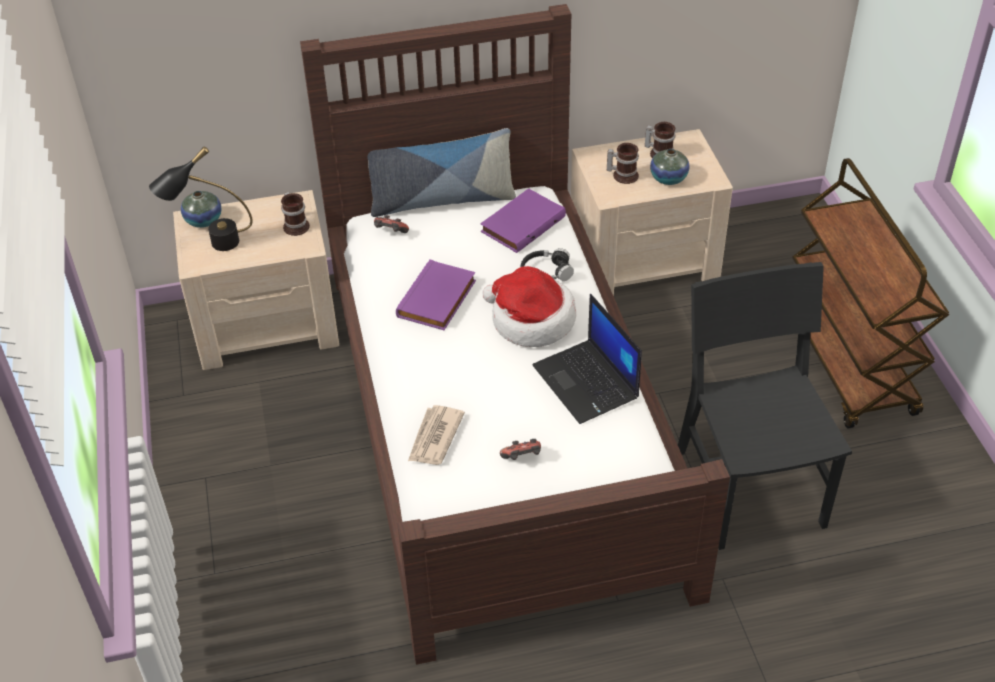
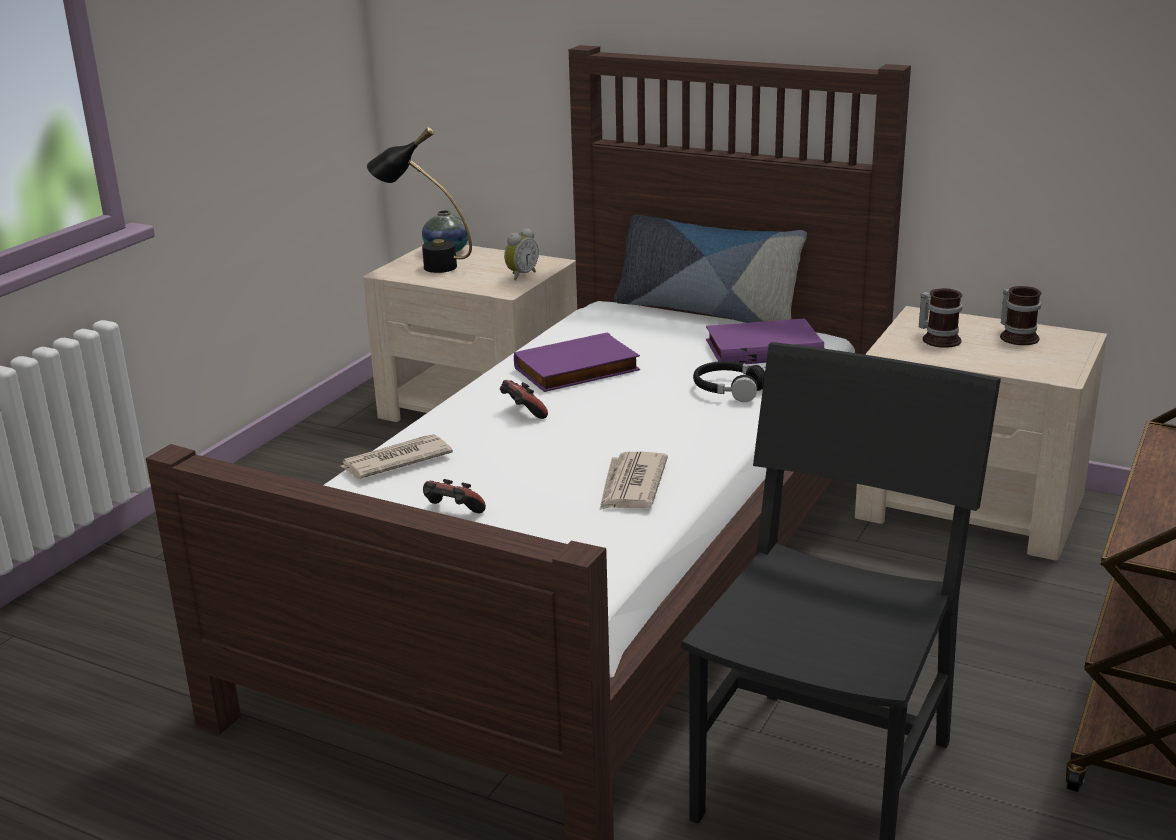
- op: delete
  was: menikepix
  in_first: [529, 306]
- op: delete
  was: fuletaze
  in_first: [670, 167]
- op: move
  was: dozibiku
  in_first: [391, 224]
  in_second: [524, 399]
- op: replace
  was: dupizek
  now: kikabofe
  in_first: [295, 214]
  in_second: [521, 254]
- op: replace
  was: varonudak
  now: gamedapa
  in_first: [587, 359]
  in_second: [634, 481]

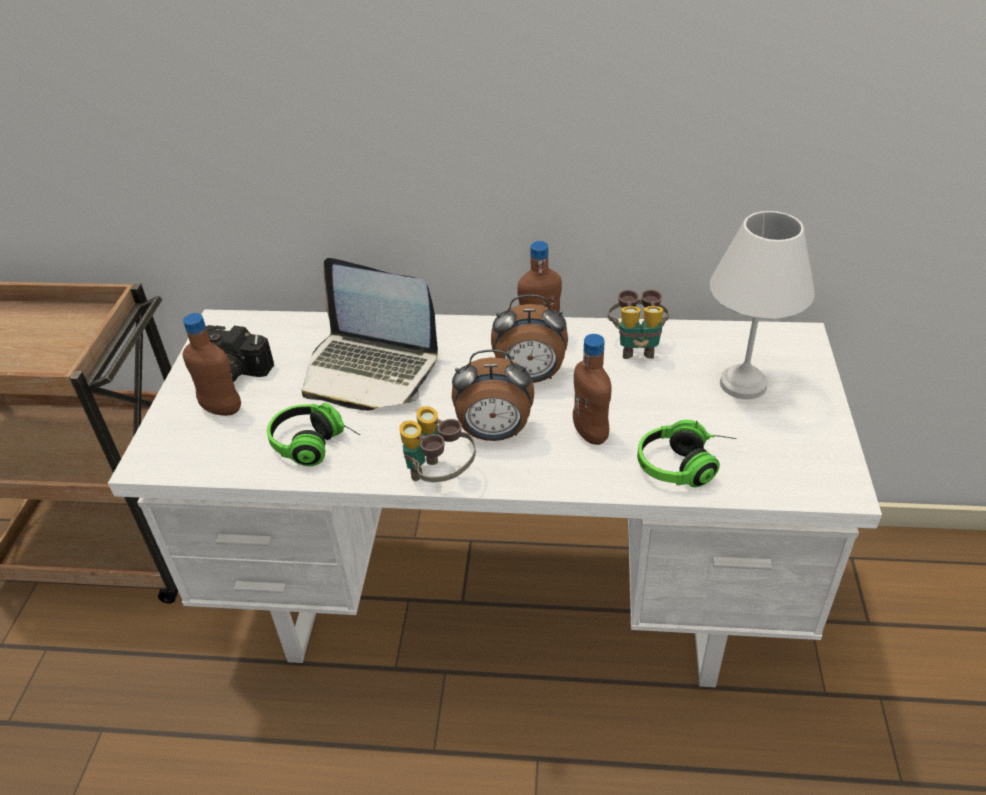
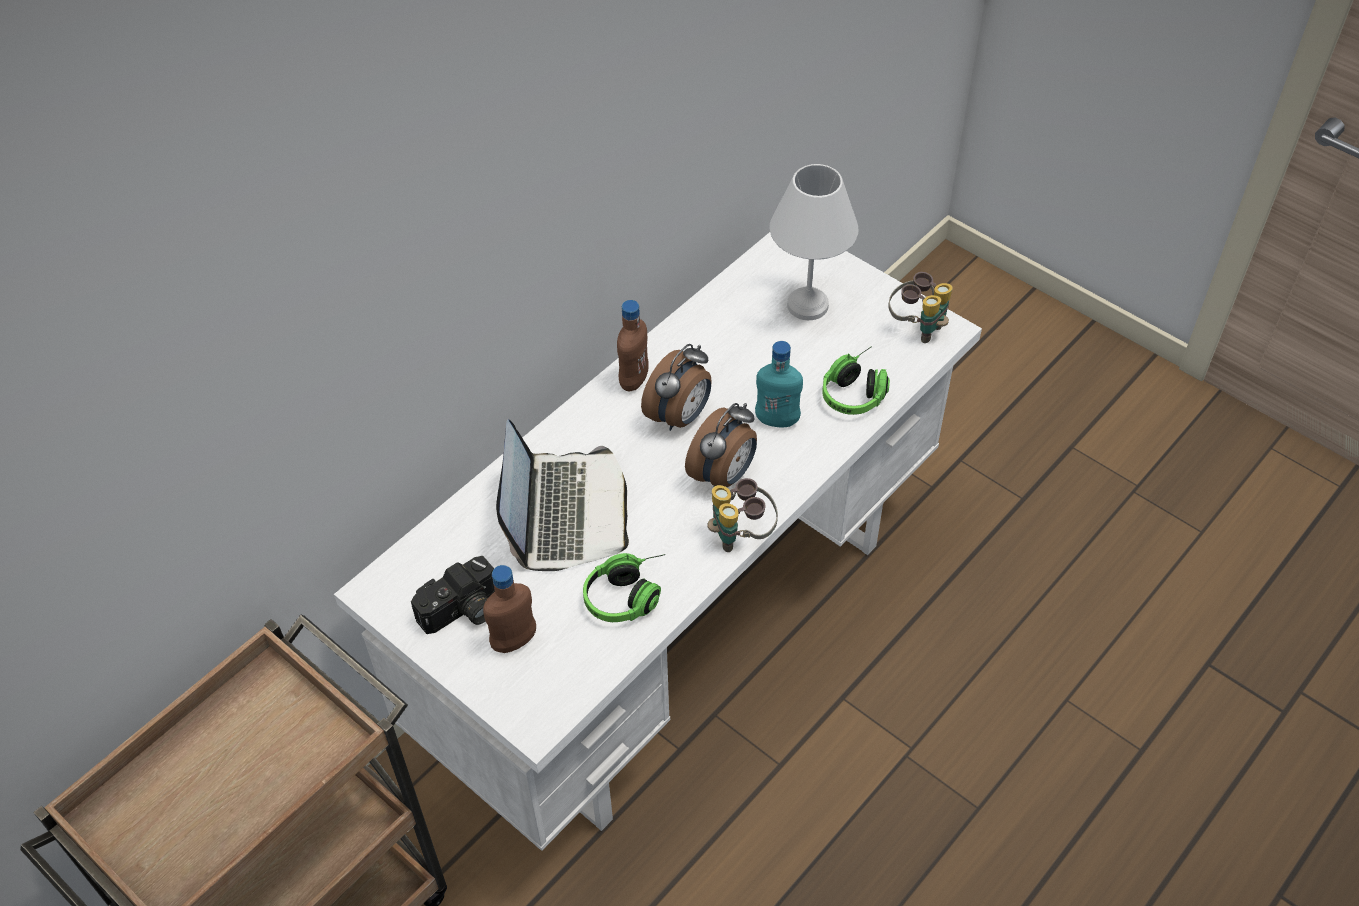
- op: move
  was: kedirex
  in_first: [638, 324]
  in_second: [920, 307]
- op: recolor
  was: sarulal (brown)
  now: sarulal (turquoise)
  in_first: [592, 389]
  in_second: [779, 384]
- op: rotate
  was: varonudak
  in_first: [369, 334]
  in_second: [562, 495]
  clockwise: -60

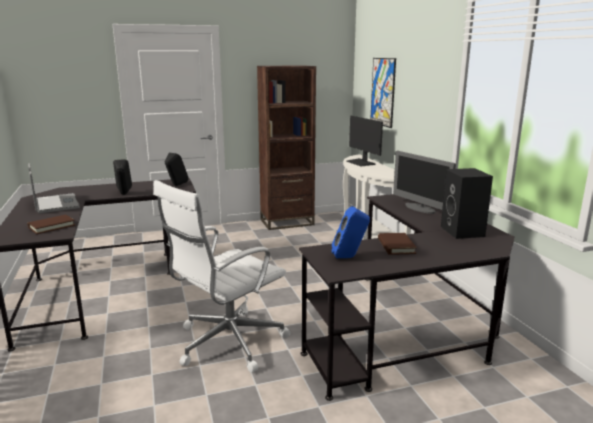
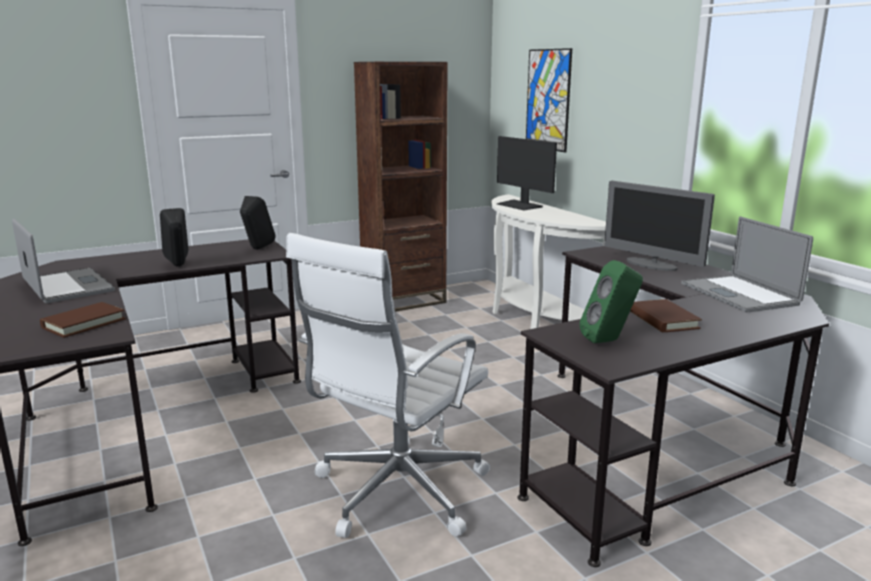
- op: replace
  was: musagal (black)
  now: varonudak
  in_first: [467, 203]
  in_second: [747, 264]
- op: recolor
  was: musagal (blue)
  now: musagal (green)
  in_first: [351, 232]
  in_second: [611, 301]

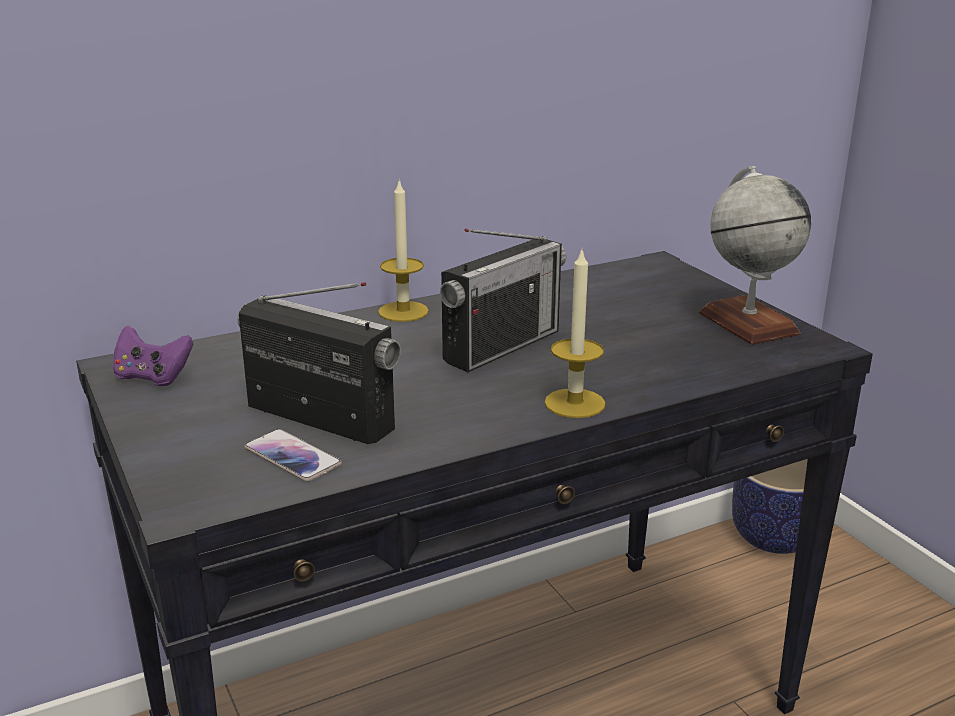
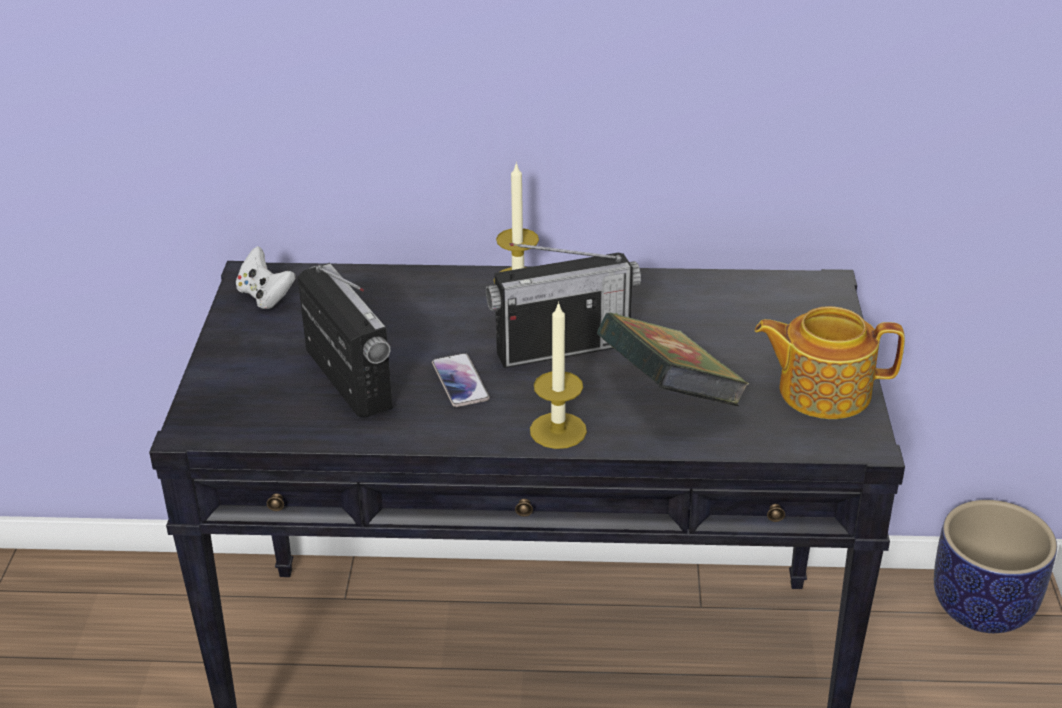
- op: insert
  now: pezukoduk
  in_second: [673, 359]
- op: move
  was: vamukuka
  in_first: [293, 455]
  in_second: [461, 380]
- op: replace
  was: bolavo
  now: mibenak
  in_first: [755, 255]
  in_second: [830, 362]
- op: recolor
  was: dozibiku (purple)
  now: dozibiku (white)
  in_first: [153, 355]
  in_second: [266, 277]

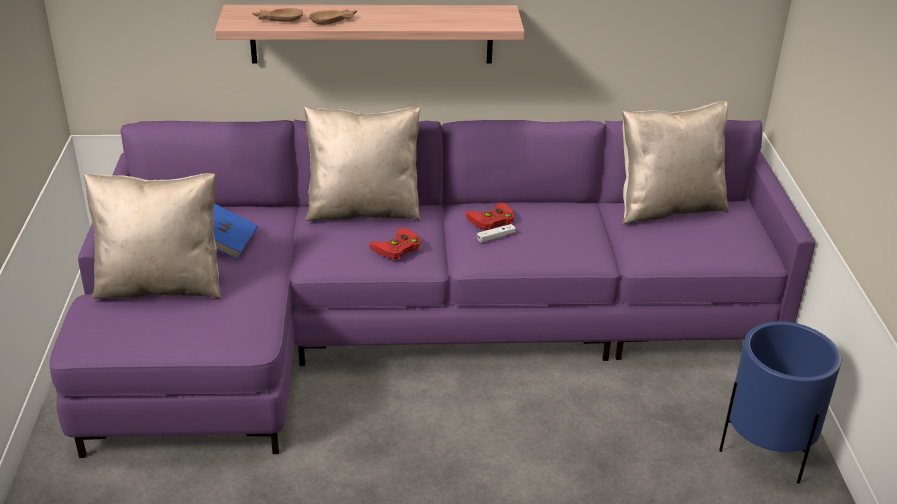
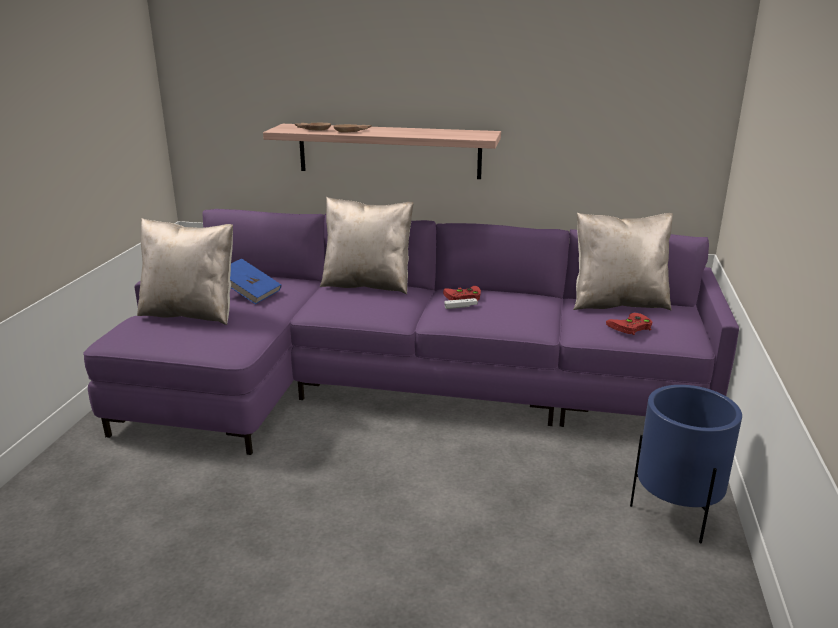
- op: move
  was: dozibiku (red)
  in_first: [395, 244]
  in_second: [629, 324]

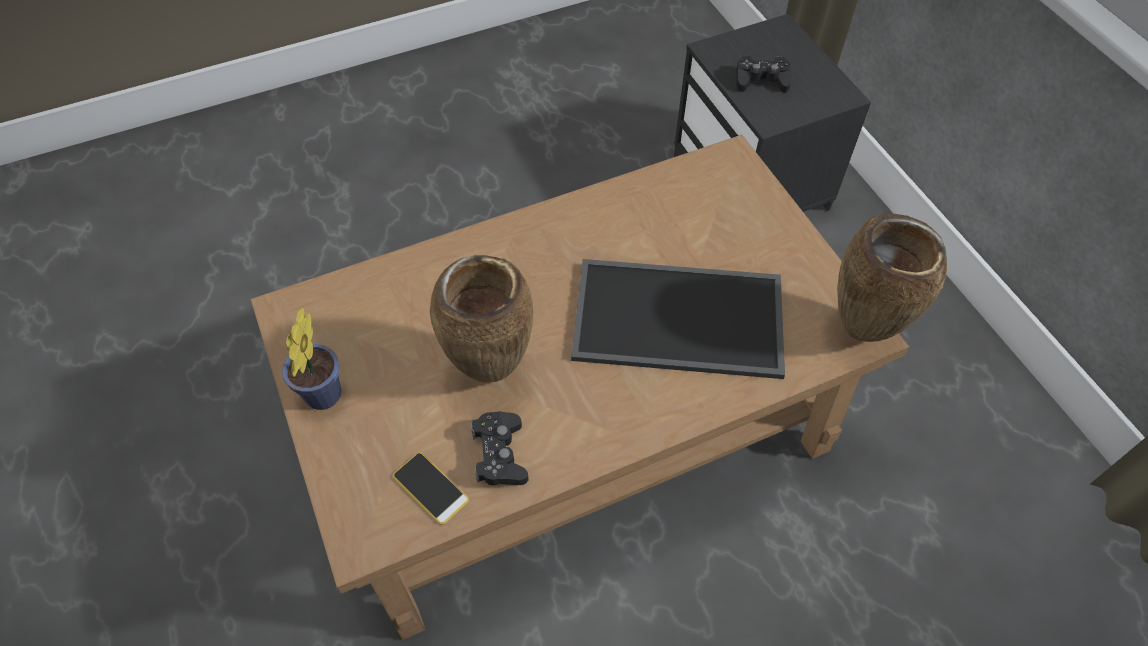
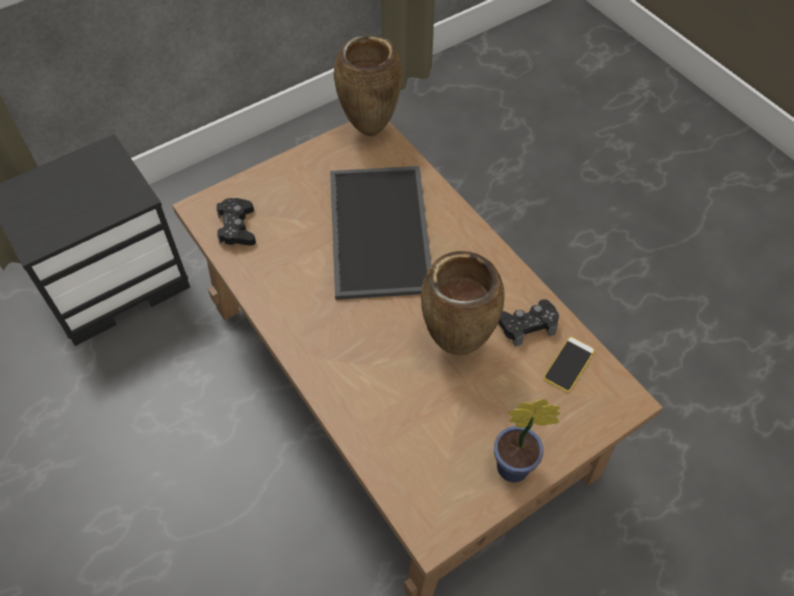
- op: move
  was: dozibiku (black)
  in_first: [764, 74]
  in_second: [236, 222]

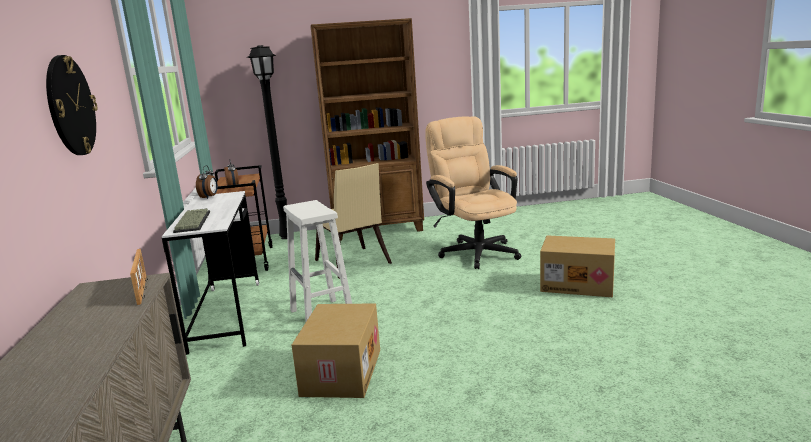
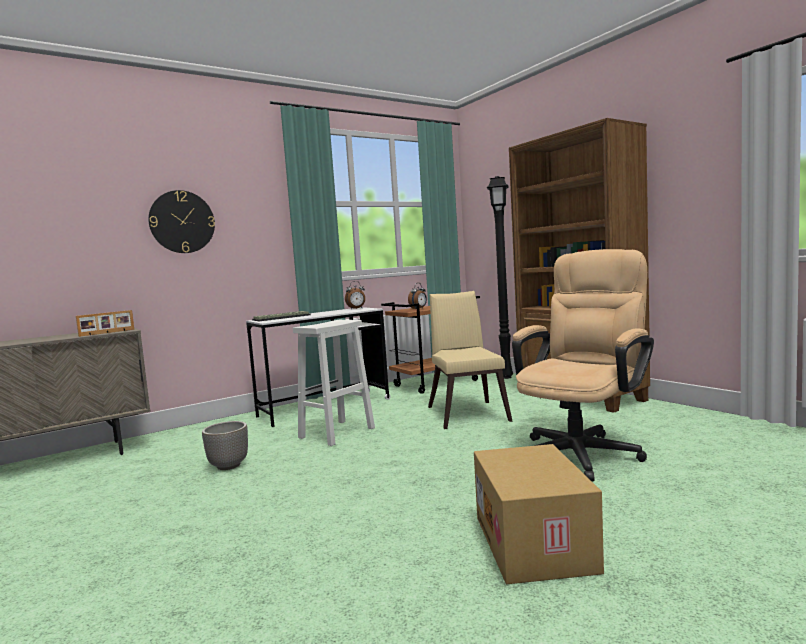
- op: replace
  was: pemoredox
  now: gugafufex
  in_first: [336, 351]
  in_second: [225, 445]
- op: rotate
  was: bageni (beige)
  in_first: [353, 221]
  in_second: [470, 360]
  clockwise: 135

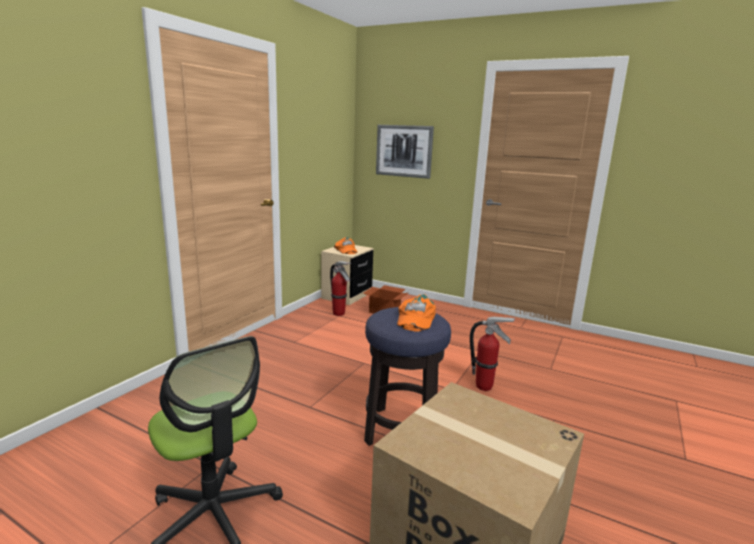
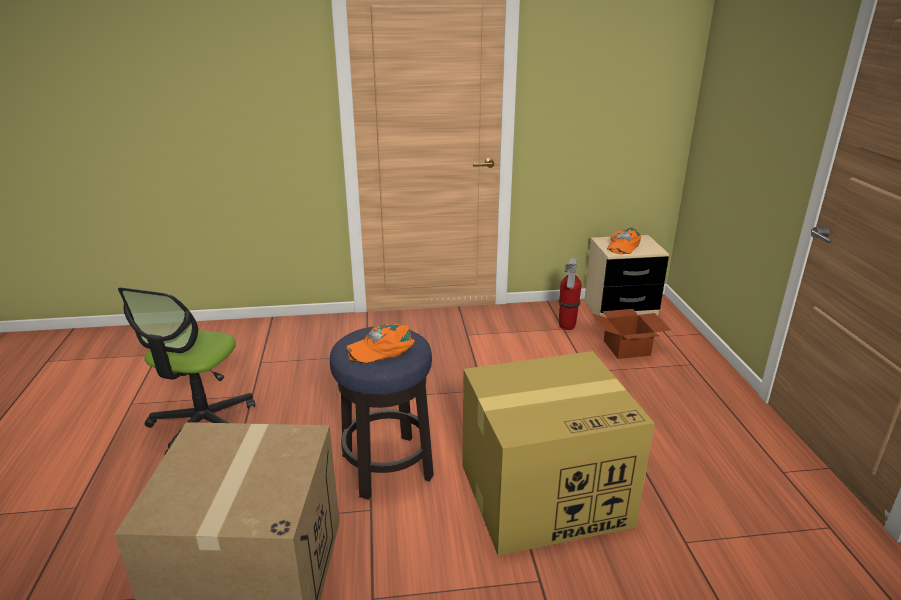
- op: delete
  was: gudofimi
  in_first: [405, 152]
- op: replace
  was: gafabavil
  now: pemoredox
  in_first: [492, 354]
  in_second: [558, 453]

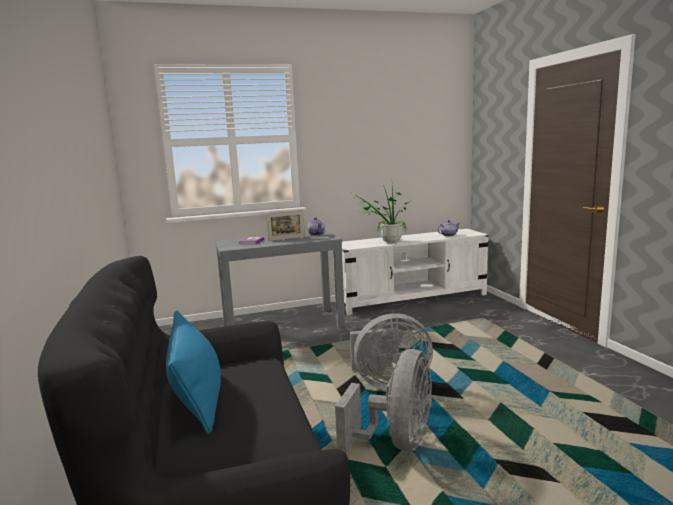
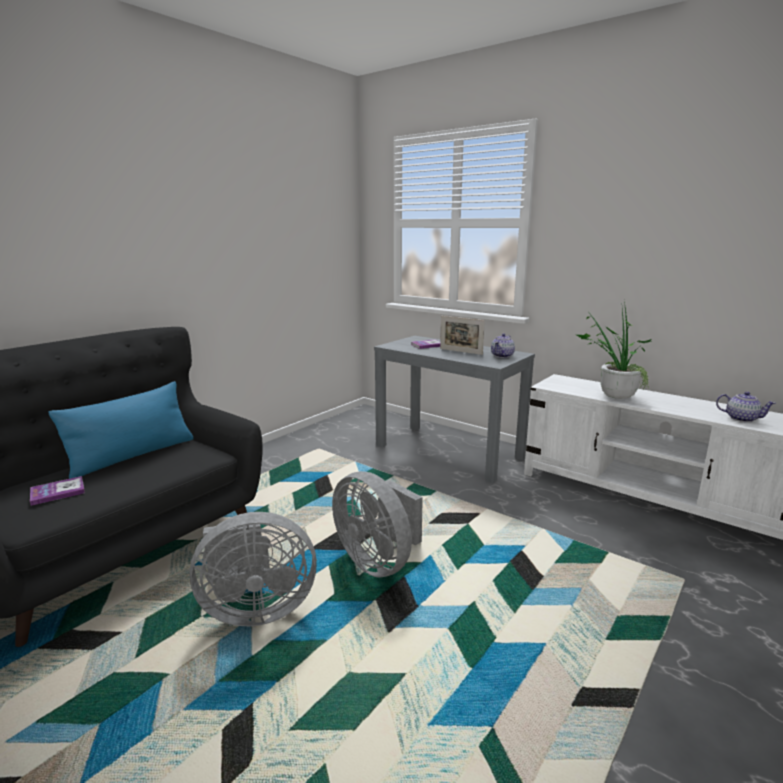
- op: insert
  now: pezukoduk
  in_second: [57, 491]

